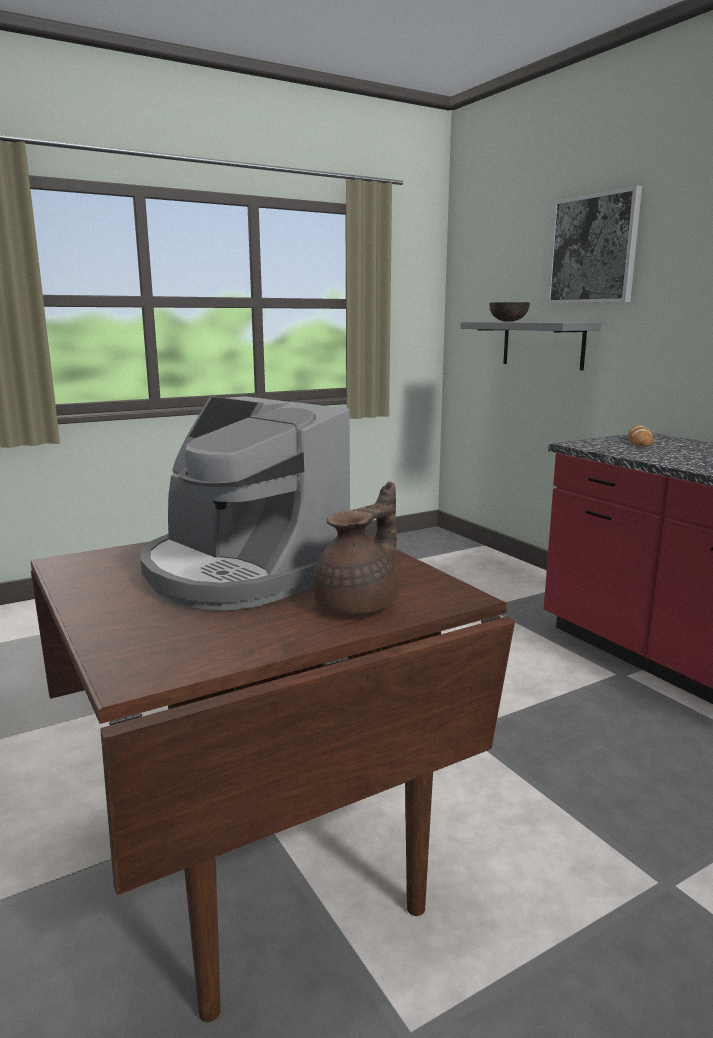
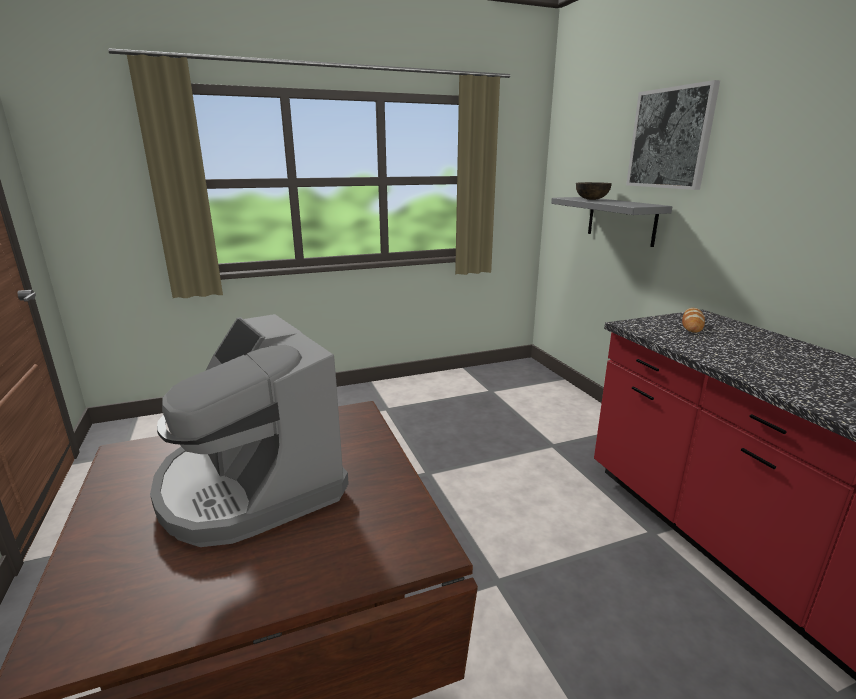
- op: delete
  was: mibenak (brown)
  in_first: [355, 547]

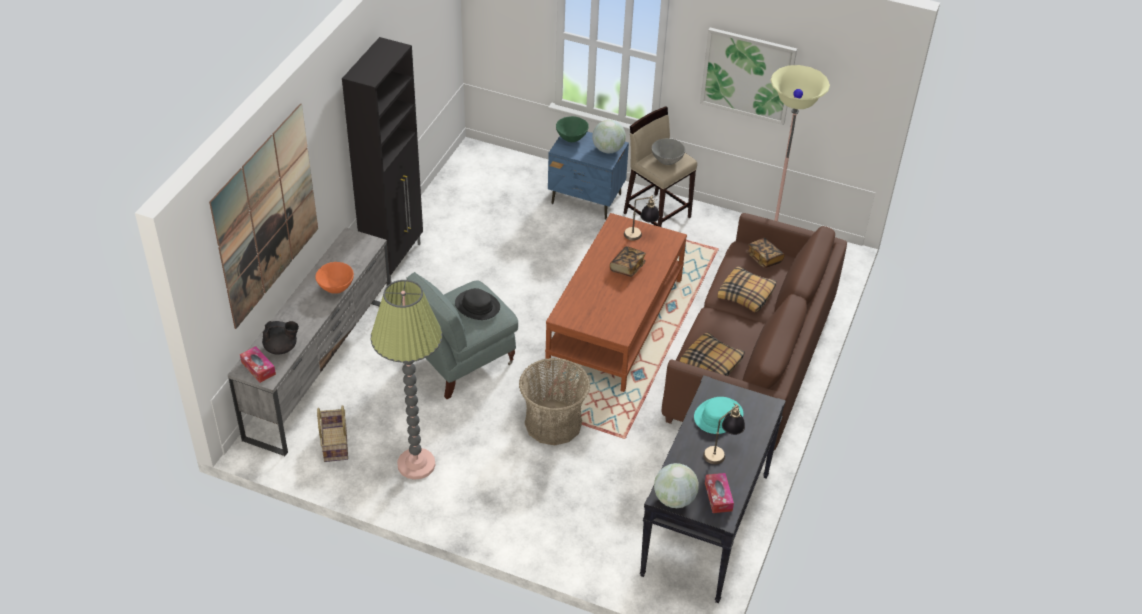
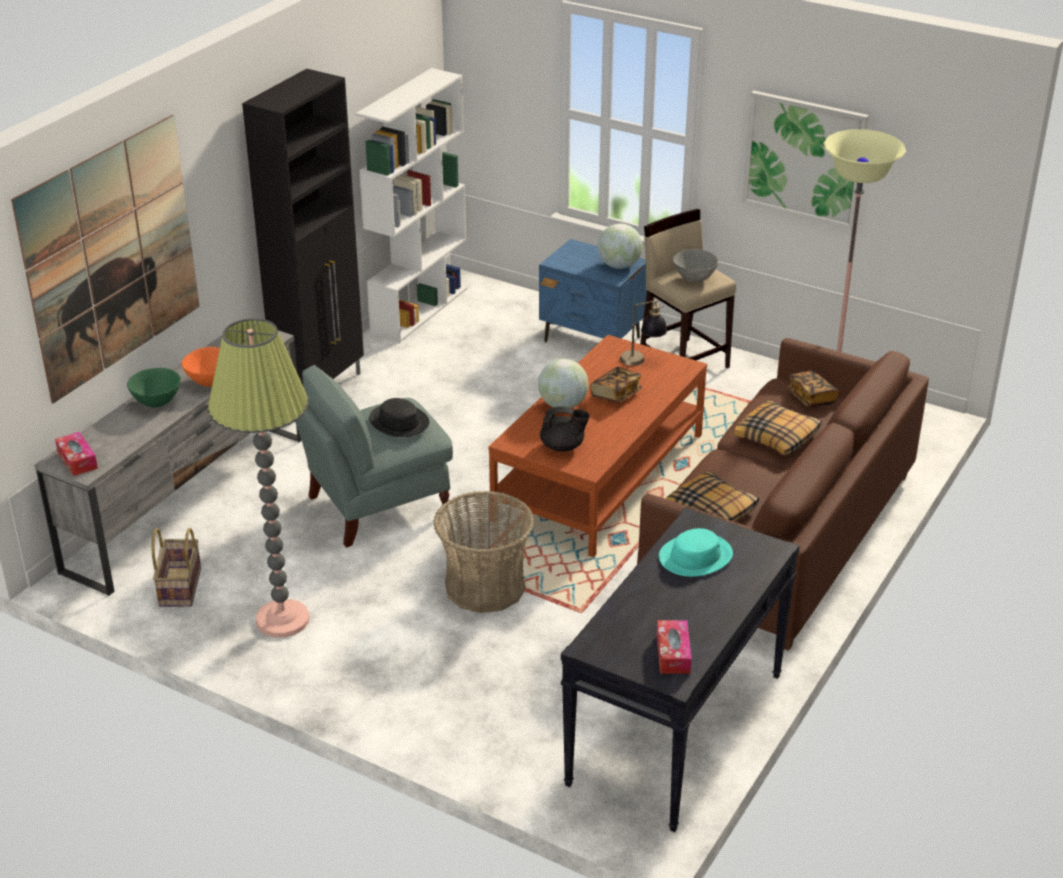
- op: delete
  was: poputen
  in_first: [724, 433]
- op: insert
  now: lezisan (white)
  in_second: [412, 205]
- op: move
  was: mibenak (black)
  in_first: [280, 338]
  in_second: [565, 429]
- op: move
  was: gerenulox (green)
  in_first: [572, 129]
  in_second: [154, 388]
- op: move
  was: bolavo
  in_first: [676, 485]
  in_second: [563, 383]

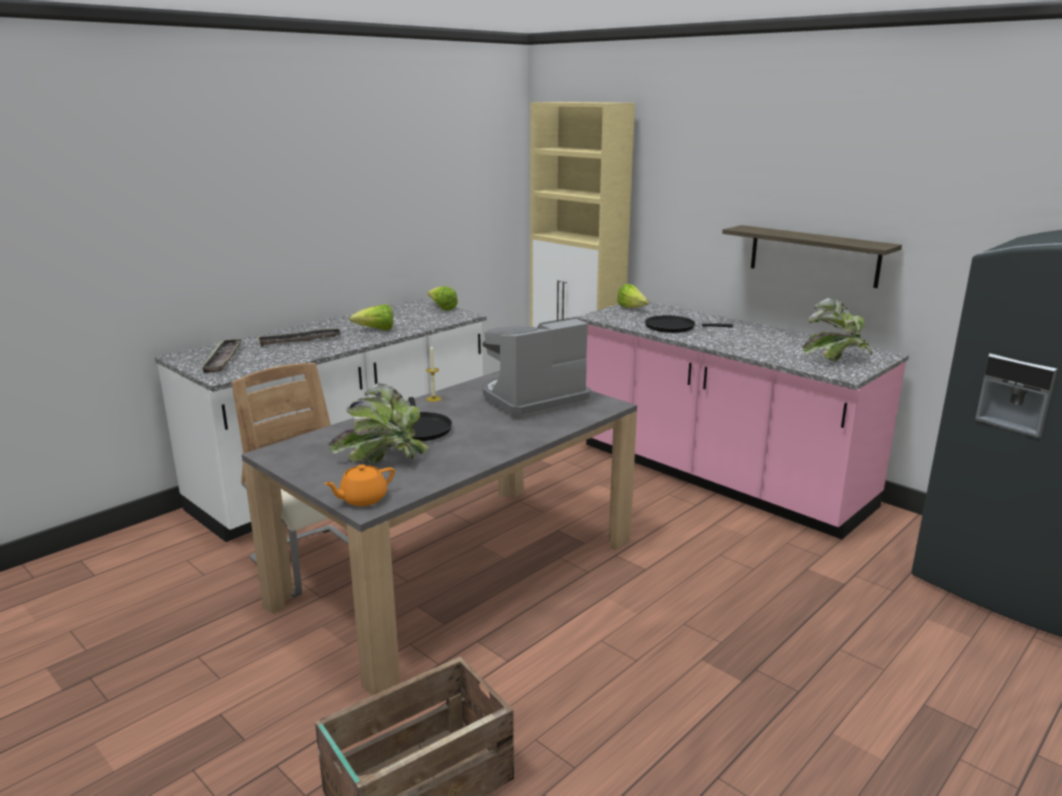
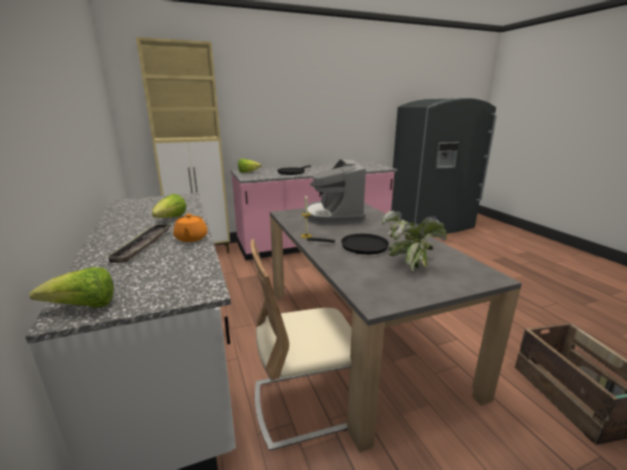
- op: delete
  was: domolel
  in_first: [221, 356]
- op: delete
  was: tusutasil
  in_first: [812, 256]
- op: delete
  was: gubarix
  in_first: [837, 330]
- op: move
  was: mibenak (orange)
  in_first: [359, 485]
  in_second: [190, 228]
- op: move
  was: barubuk
  in_first: [442, 298]
  in_second: [71, 287]

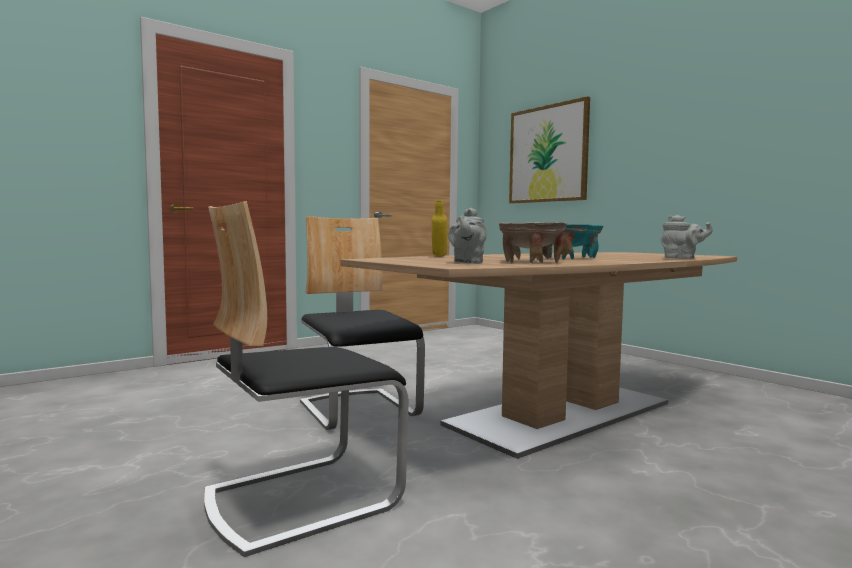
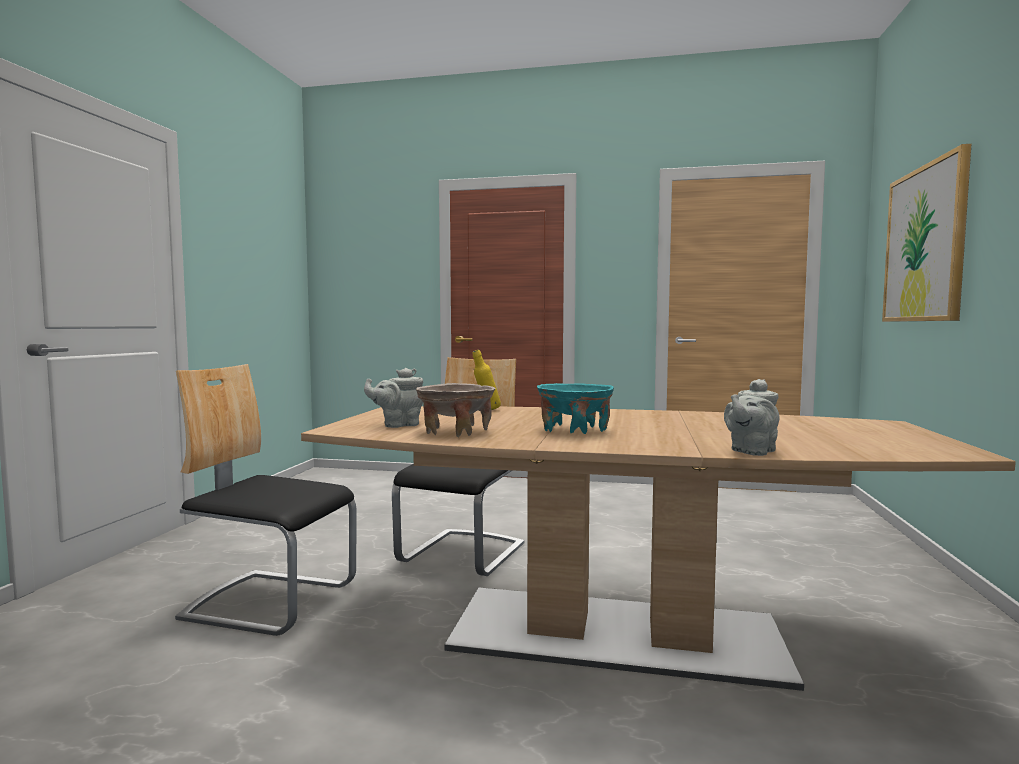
- op: rotate
  was: mibenak (grey)
  in_first: [686, 237]
  in_second: [752, 417]
  clockwise: 60

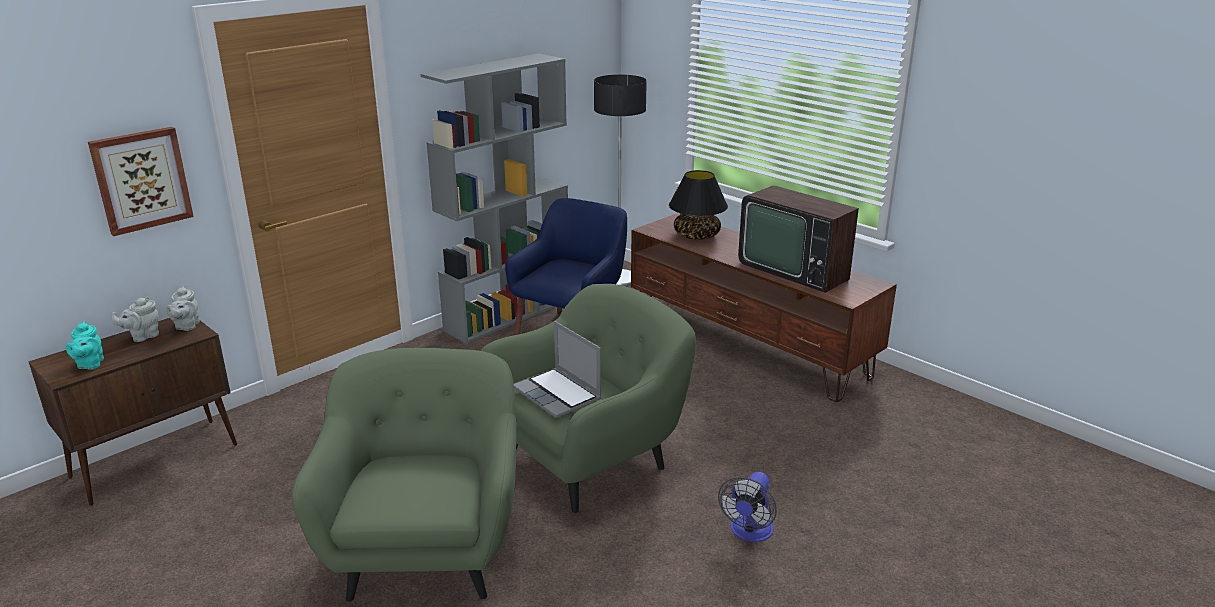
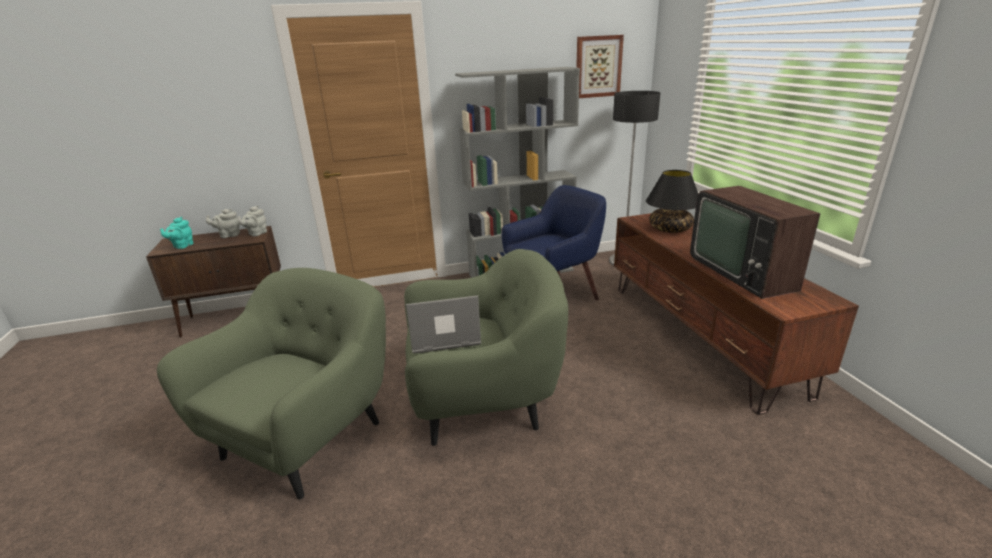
- op: delete
  was: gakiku
  in_first: [747, 507]
- op: move
  was: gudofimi
  in_first: [141, 181]
  in_second: [600, 66]
- op: rotate
  was: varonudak
  in_first: [557, 369]
  in_second: [443, 324]
  clockwise: 90

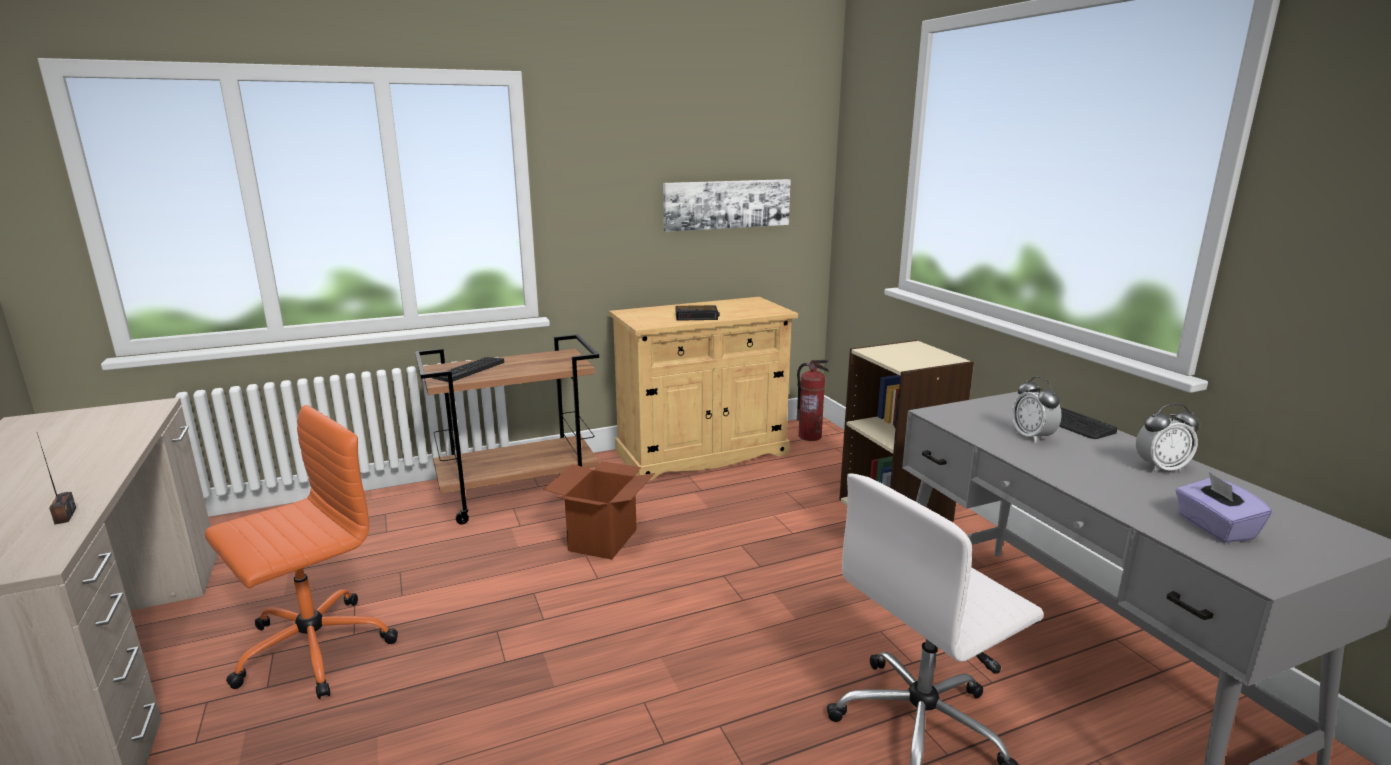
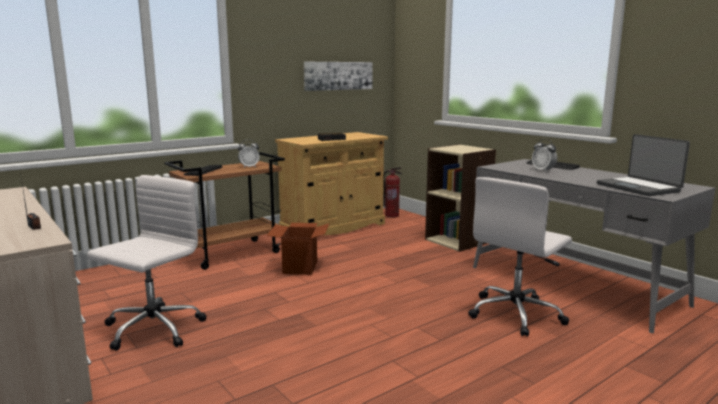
- op: move
  was: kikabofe
  in_first: [1167, 438]
  in_second: [248, 153]
- op: replace
  was: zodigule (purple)
  now: varonudak
  in_first: [1224, 507]
  in_second: [643, 165]
- op: recolor
  was: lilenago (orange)
  now: lilenago (white)
  in_first: [301, 552]
  in_second: [147, 263]

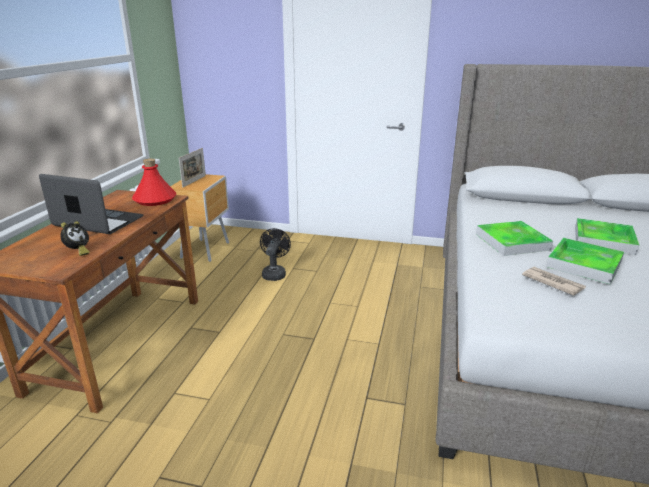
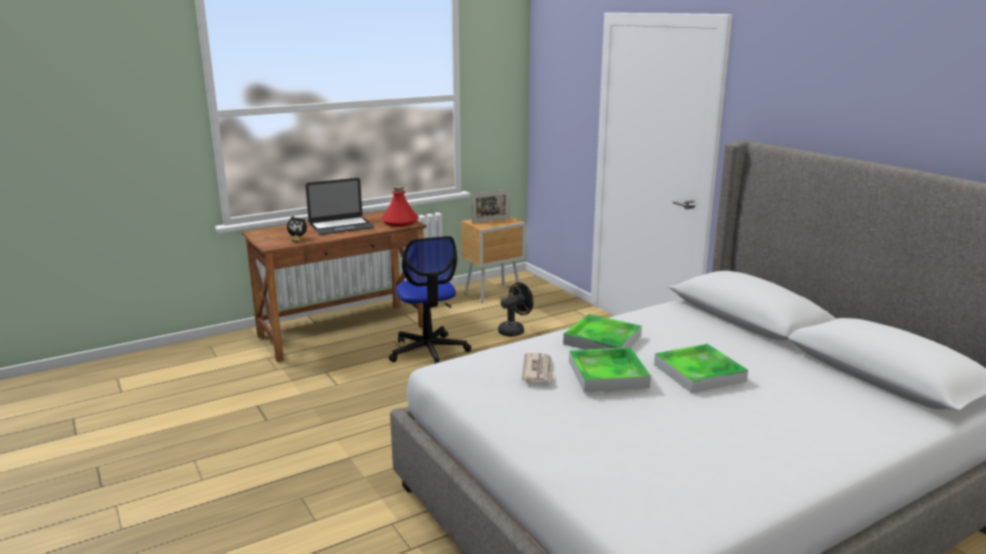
- op: insert
  now: lilenago
  in_second: [430, 300]
- op: rotate
  was: varonudak
  in_first: [91, 204]
  in_second: [340, 206]
  clockwise: 90

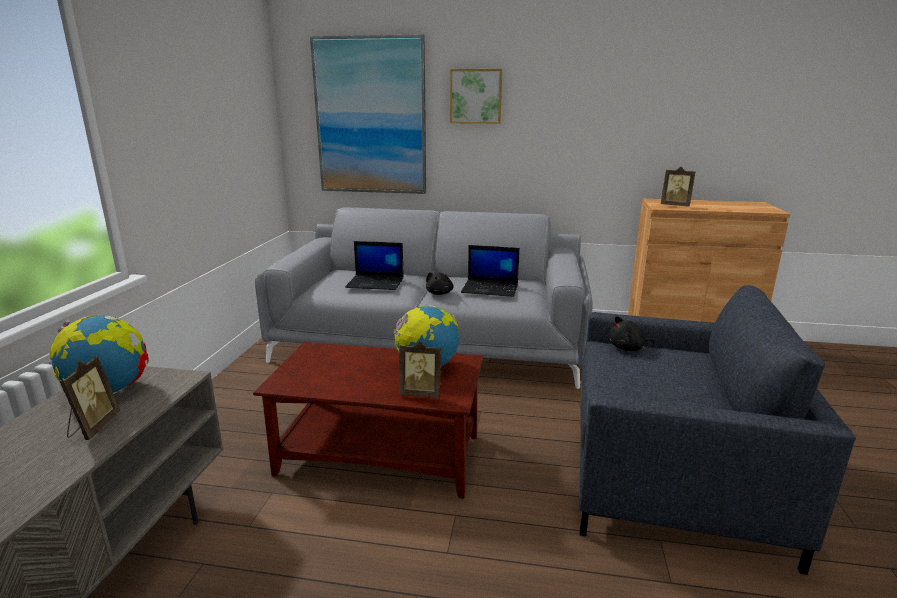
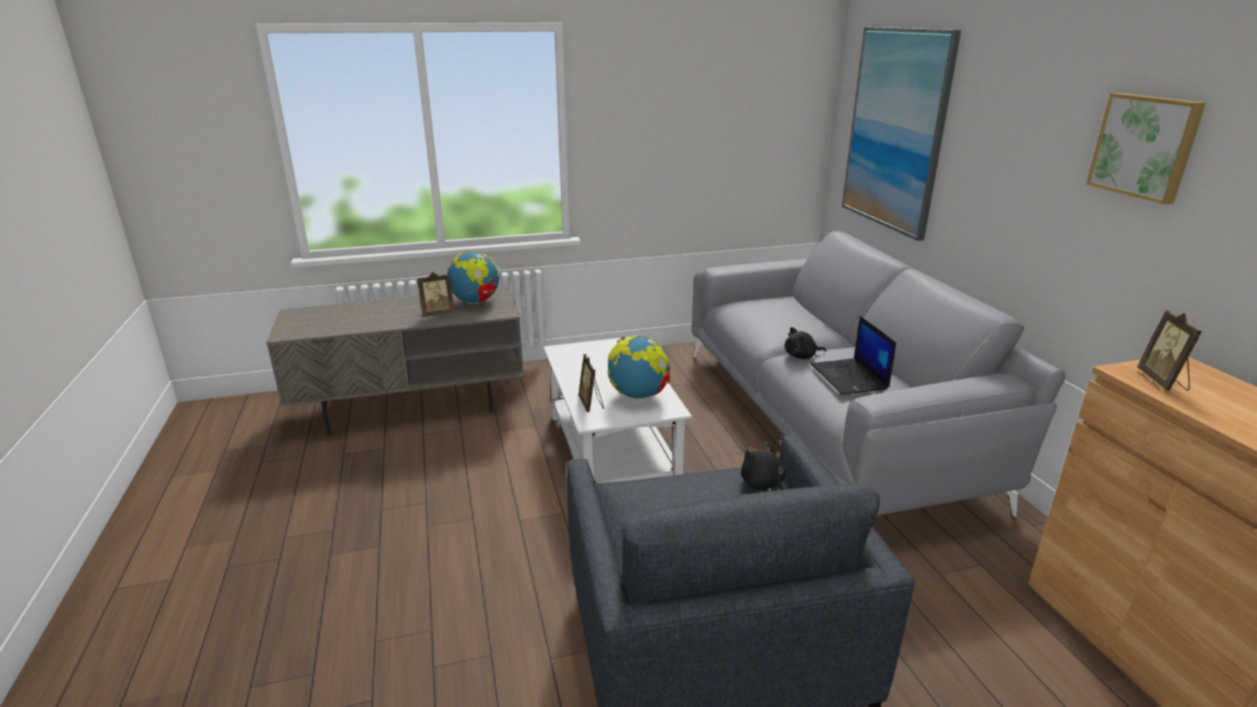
- op: delete
  was: varonudak
  in_first: [374, 265]
- op: move
  was: gudofimi
  in_first: [476, 96]
  in_second: [1146, 148]
- op: recolor
  was: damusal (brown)
  now: damusal (white)
  in_first: [368, 420]
  in_second: [617, 410]

